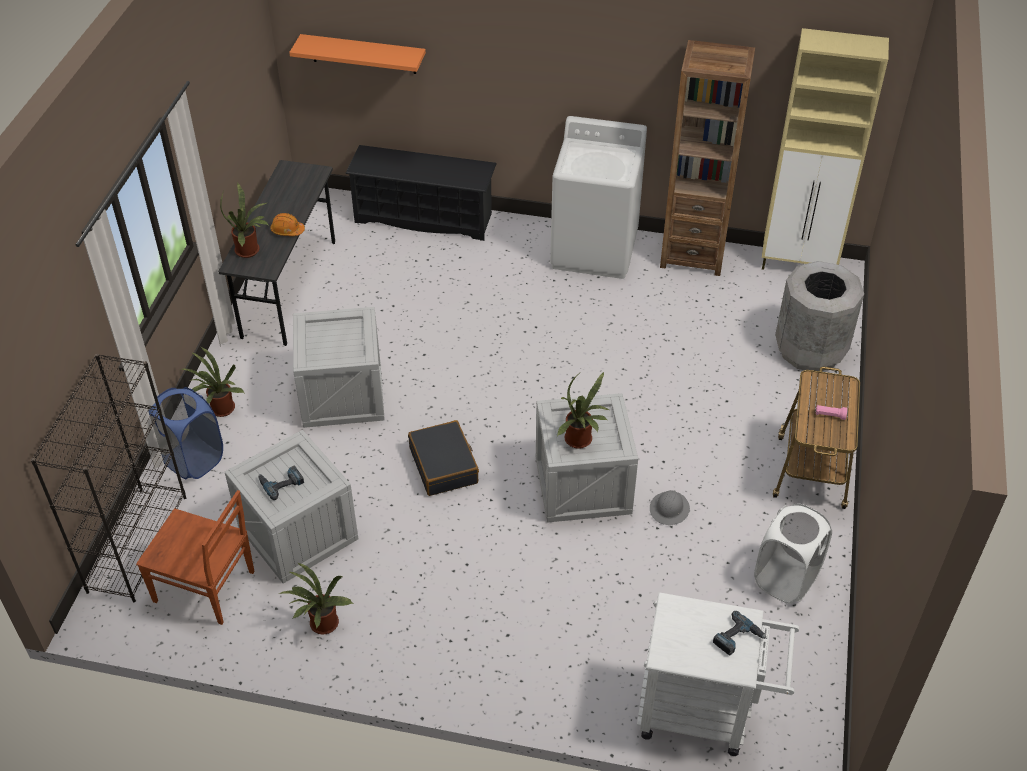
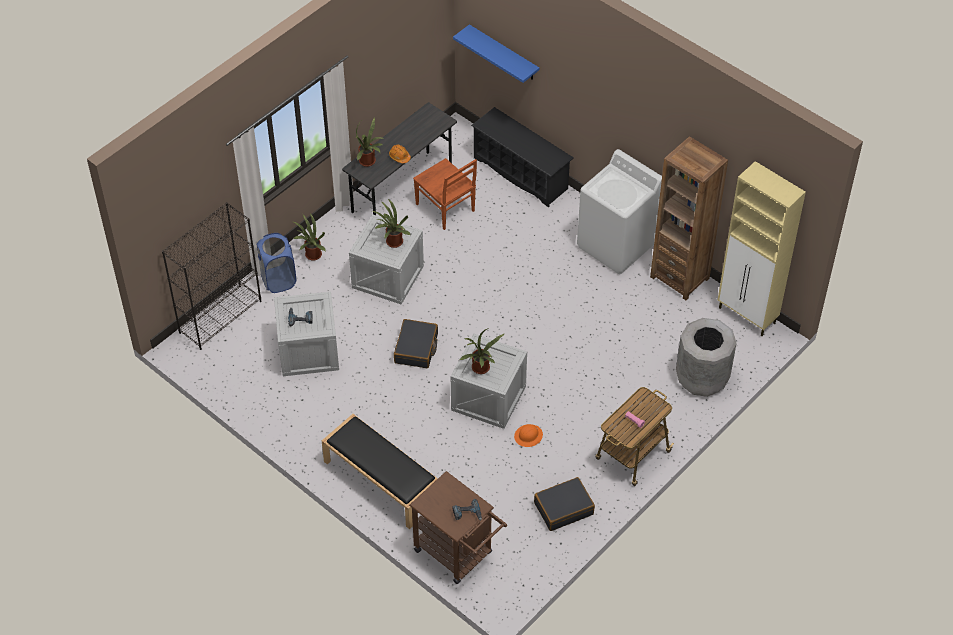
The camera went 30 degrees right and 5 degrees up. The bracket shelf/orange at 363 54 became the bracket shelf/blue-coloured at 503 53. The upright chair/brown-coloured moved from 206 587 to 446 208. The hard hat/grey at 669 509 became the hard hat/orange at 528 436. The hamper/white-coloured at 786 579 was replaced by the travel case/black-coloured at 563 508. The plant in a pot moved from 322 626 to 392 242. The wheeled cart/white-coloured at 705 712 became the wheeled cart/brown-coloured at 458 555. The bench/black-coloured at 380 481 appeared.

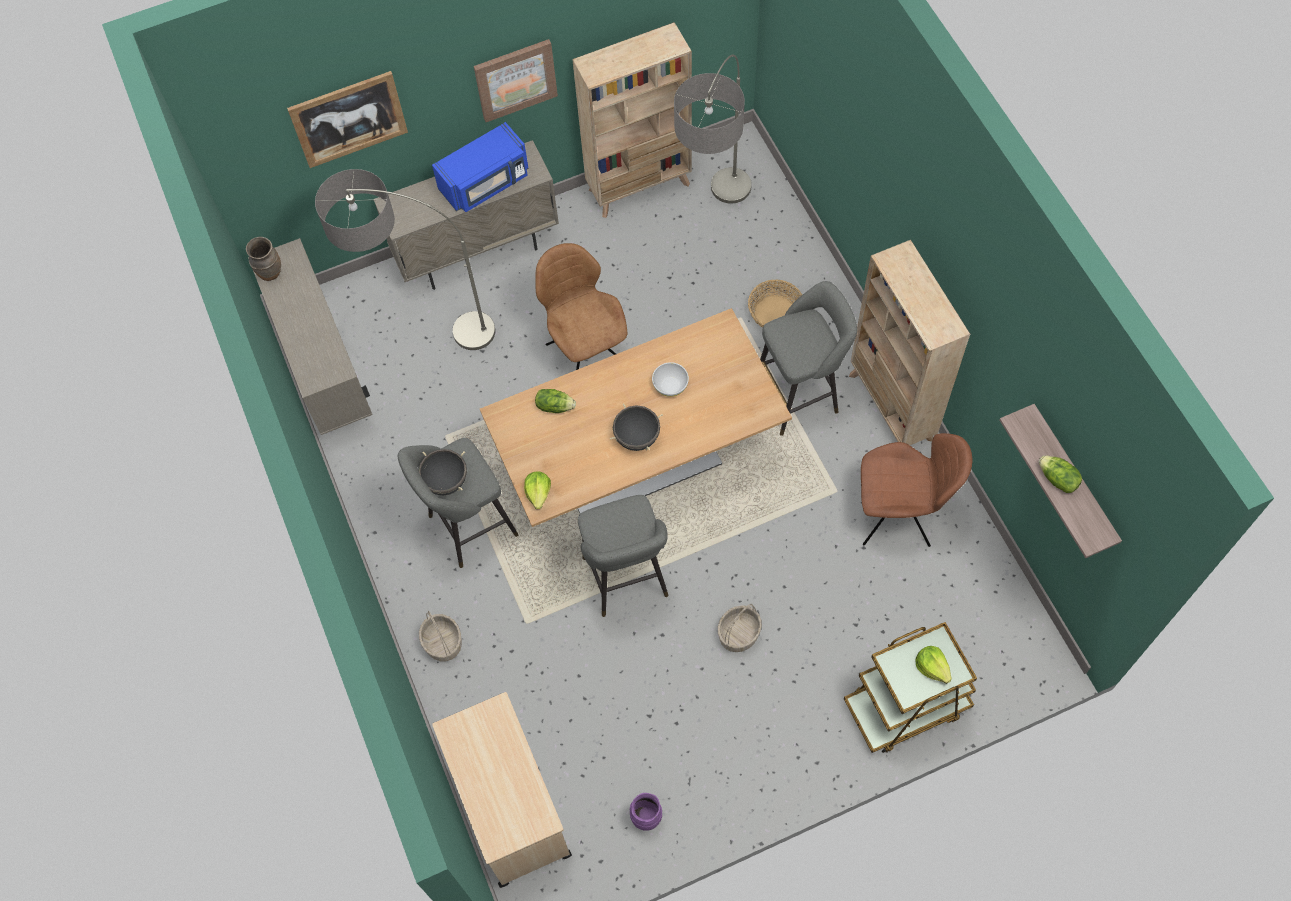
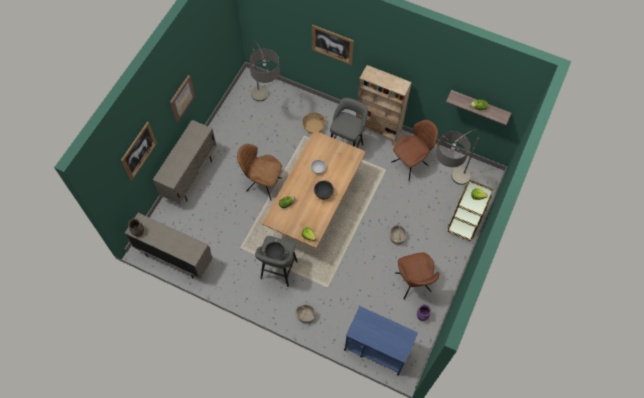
The camera went 45 degrees left and 0 degrees up. The shelving unit/beige-coloured at 640 187 disappeared. The kitchen microwave/blue-coloured at 486 183 disappeared. The standard lamp moved from 423 332 to 444 189. The sitting stool/grey at 627 581 disappeared. The wheeled cart/beige-coloured at 509 805 became the wheeled cart/blue-coloured at 377 348. The wall art at 332 44 appeared. The upright chair/brown-coloured at 413 283 appeared.

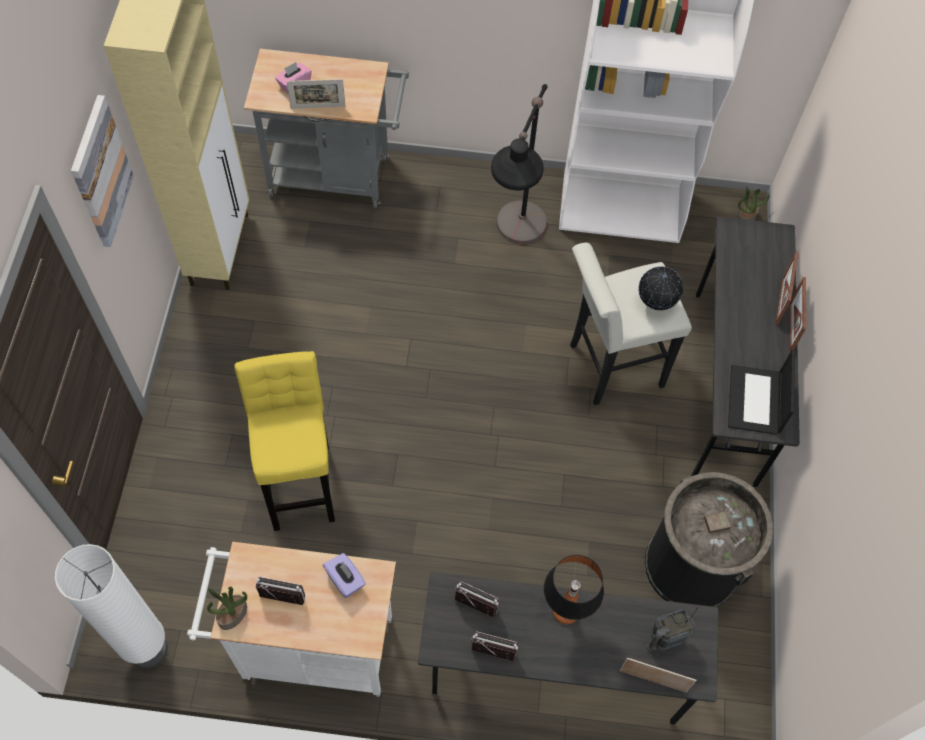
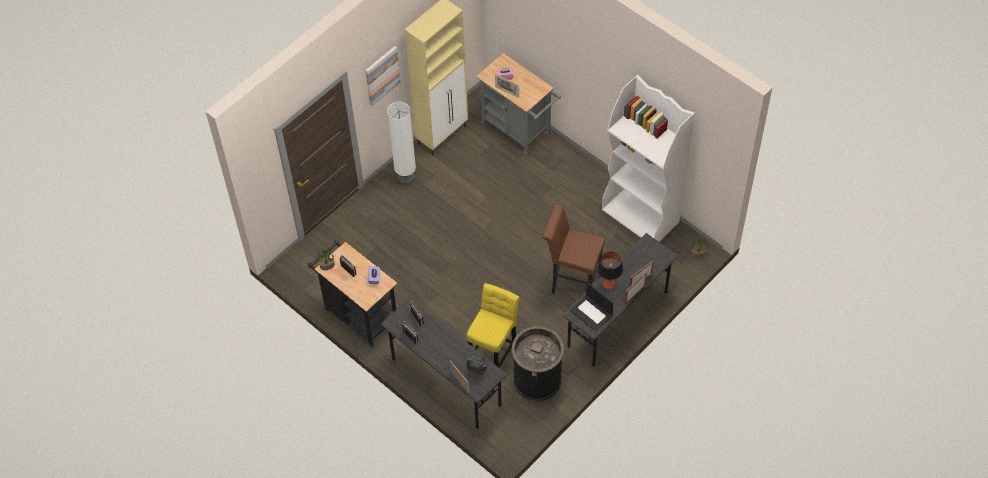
The camera went 40 degrees right and 5 degrees down. The standard lamp/black-coloured at 514 252 disappeared. The sitting stool/white-coloured at 609 367 became the sitting stool/brown-coloured at 572 281. The desk globe at 655 303 disappeared. The notebook computer at 755 401 turned 90 degrees counterclockwise. The sitting stool/yellow moved from 300 481 to 493 356. The wheeled cart/white-coloured at 309 647 became the wheeled cart/black-coloured at 358 314. The standard lamp/white-coloured moved from 148 649 to 406 178. The lamp for a table moved from 565 610 to 608 285.

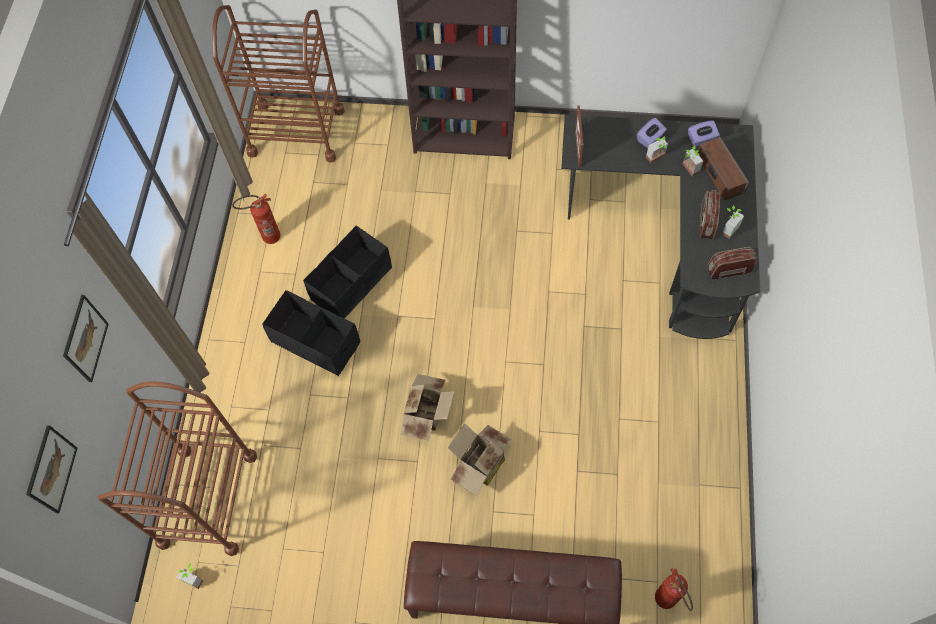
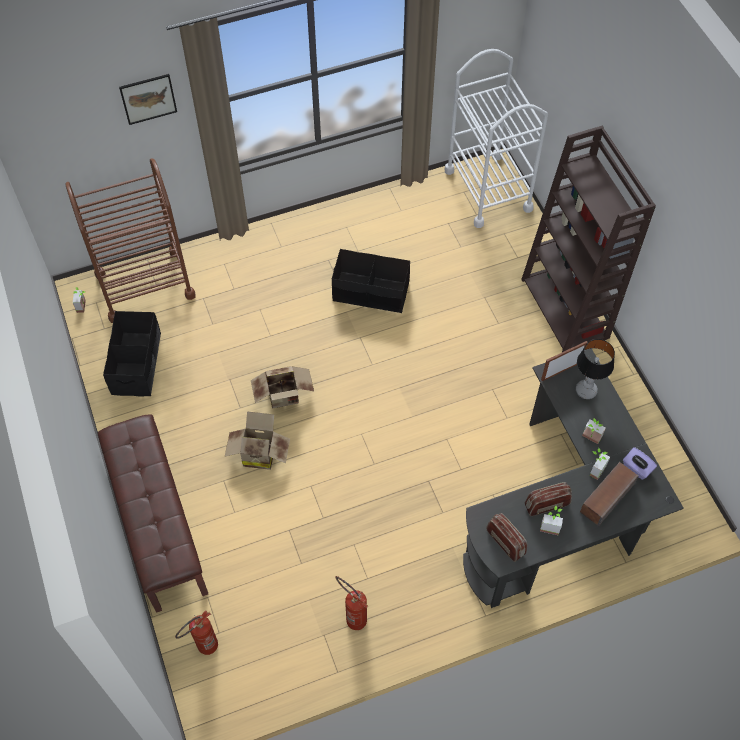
The camera went 60 degrees right and 5 degrees down. The wheeled cart/brown-coloured at 296 132 became the wheeled cart/white-coloured at 488 190. The box of tissues/purple at 650 139 disappeared. The fire-fighting cylinder moved from 267 238 to 352 617. The storage box/black-coloured moved from 316 341 to 137 364. The wall art at 51 469 disappeared. The lamp for a table at 586 391 appeared.

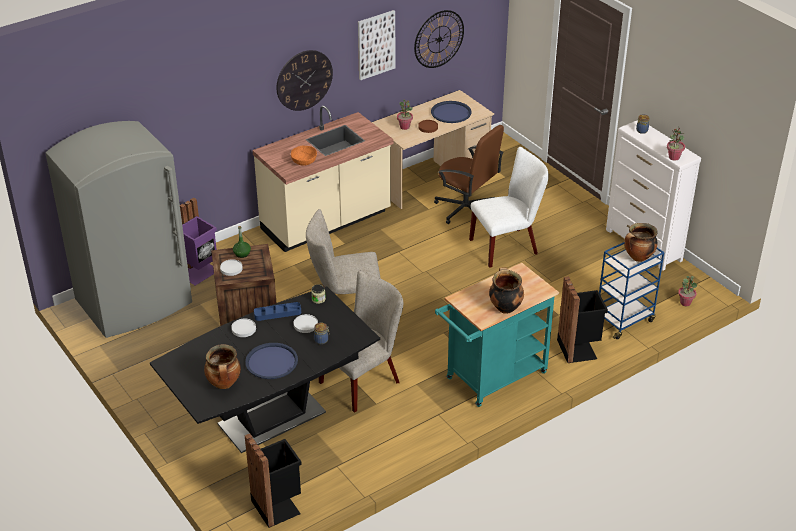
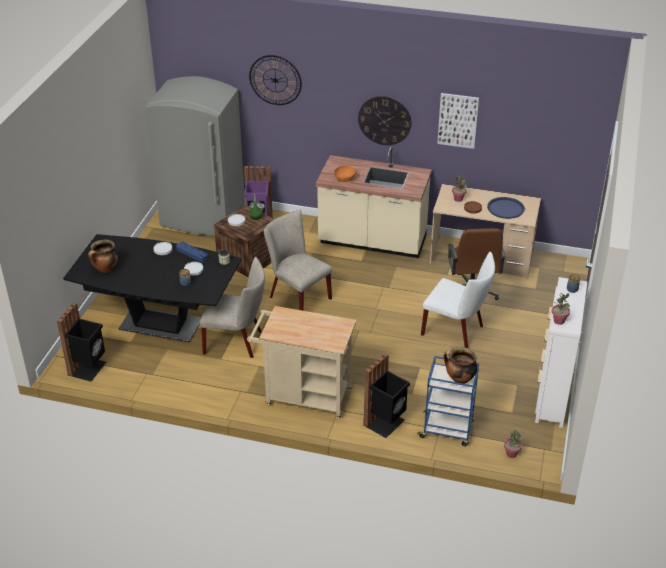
The camera went 50 degrees right and 0 degrees up. The wall clock moved from 439 39 to 275 80. The wheeled cart/turquoise at 491 379 became the wheeled cart/beige-coloured at 303 397. The cooking pot at 505 307 disappeared. The serving tray/blue-coloured at 271 362 disappeared.

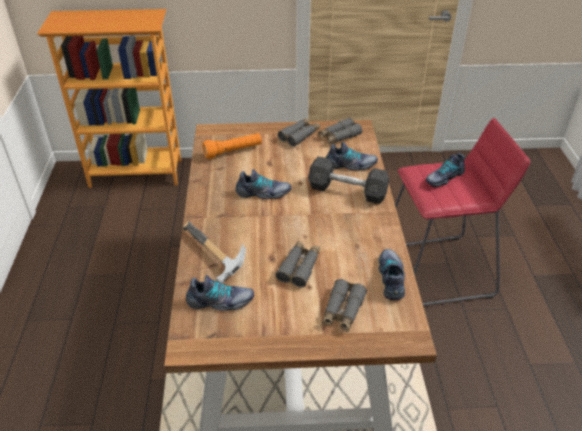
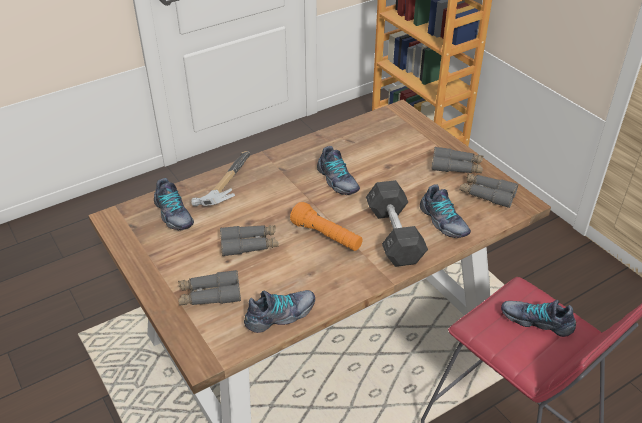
The camera went 60 degrees right and 0 degrees up. The flashlight/orange moved from 233 152 to 326 236.

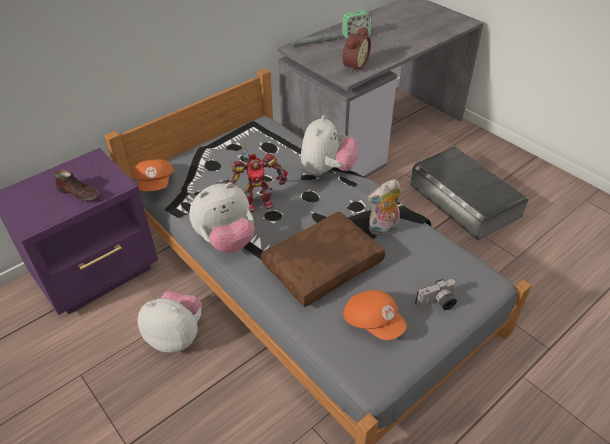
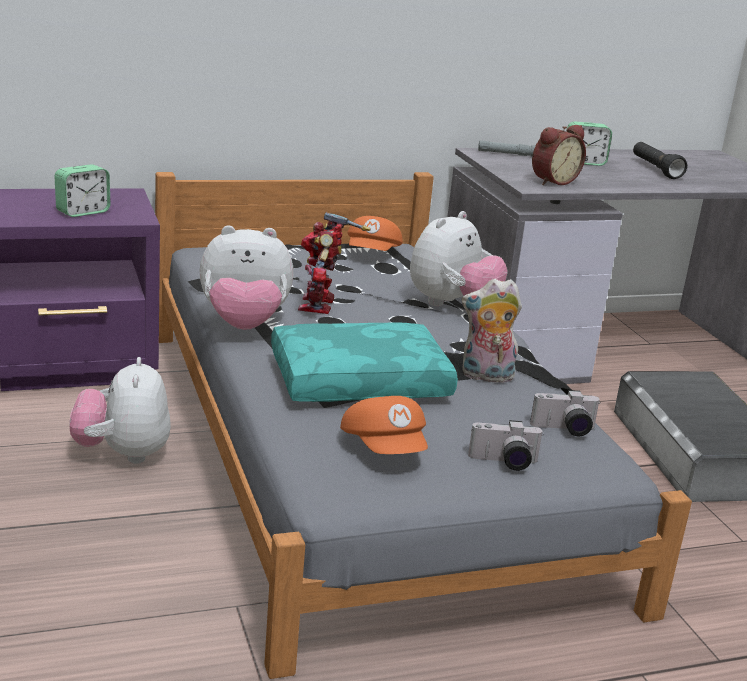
The camera went 20 degrees right and 20 degrees down. The model robot at 257 202 turned 90 degrees clockwise. The baseball cap/orange moved from 156 183 to 373 254. The shoe/brown-coloured at 80 193 was replaced by the bedside clock at 83 212. The throw pillow/brown-coloured at 322 264 became the throw pillow/turquoise at 360 380. The plush toy at 176 336 turned 135 degrees counterclockwise. The flashlight/black-coloured at 655 169 appeared. The still camera at 564 430 appeared.

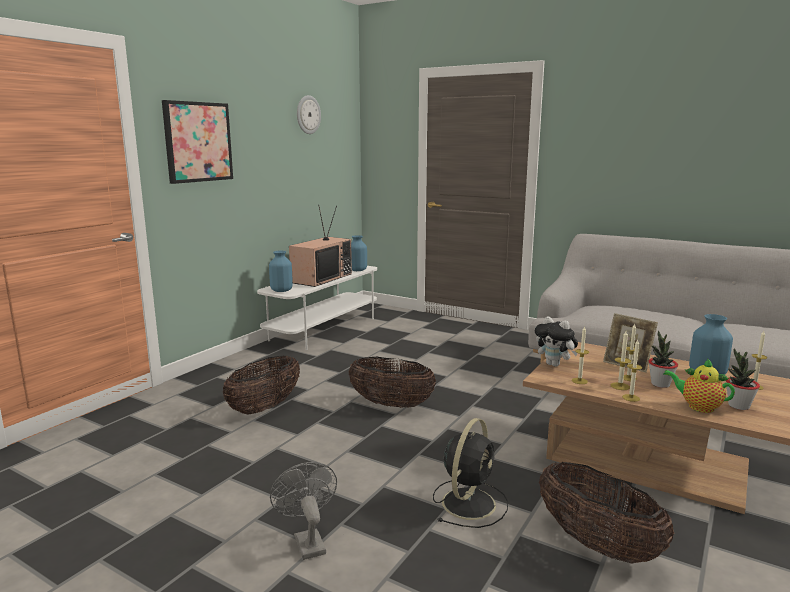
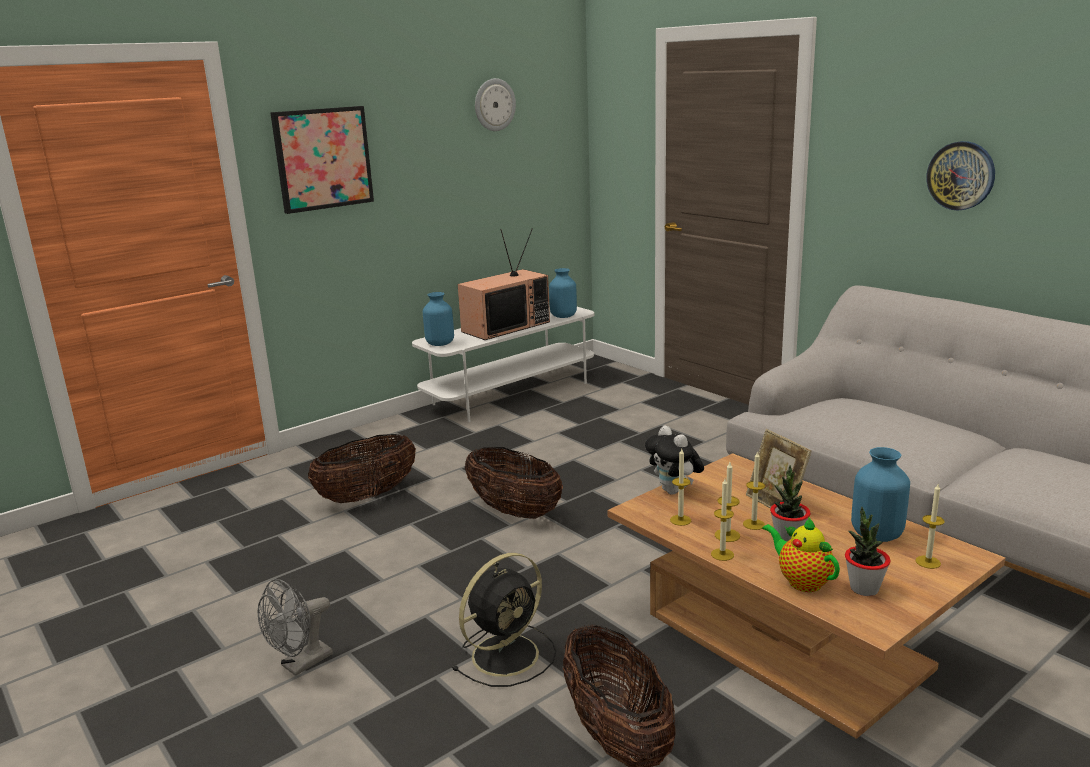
The camera went 20 degrees right and 5 degrees up. The cooling fan/grey at 307 541 turned 135 degrees counterclockwise. The wall clock at 961 175 appeared.

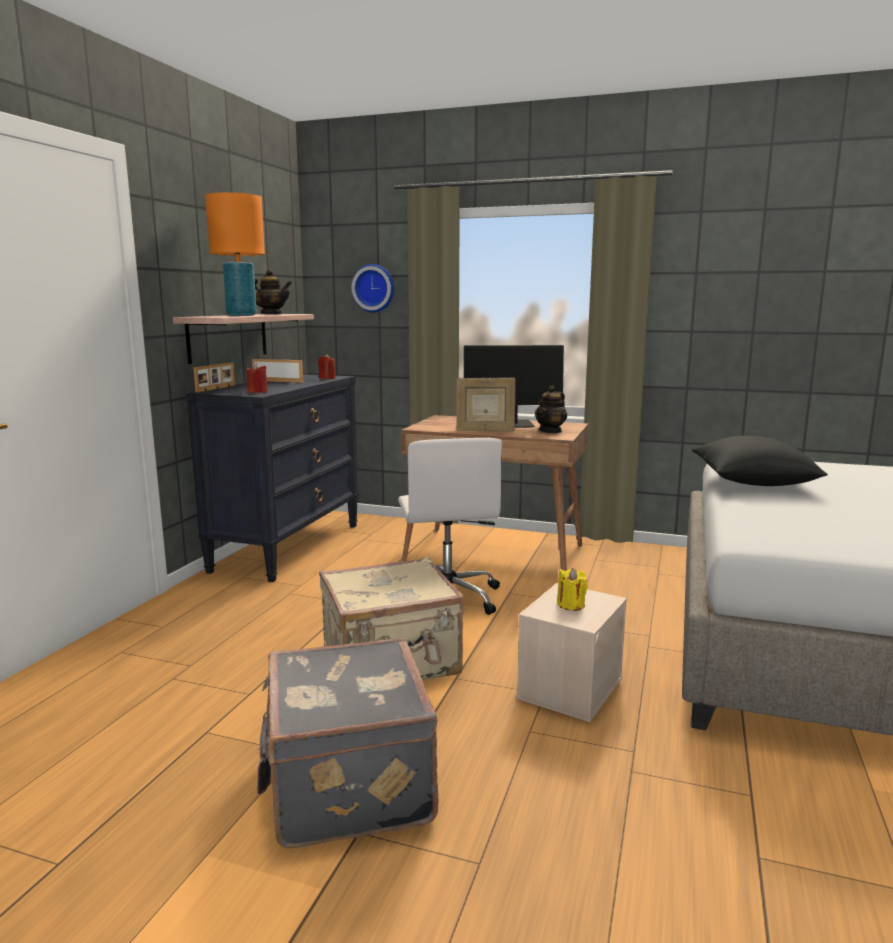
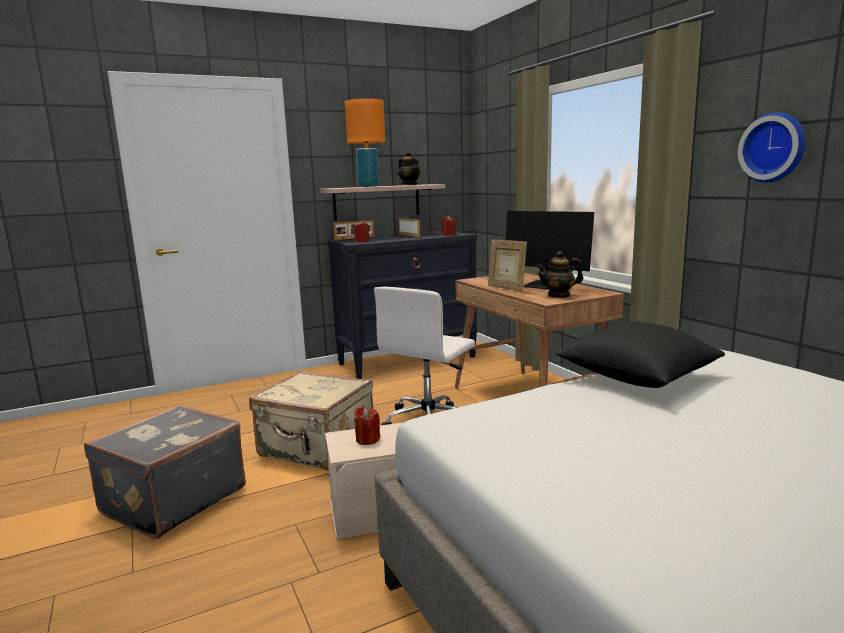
The camera went 45 degrees right and 0 degrees up. The wall clock moved from 374 288 to 774 147. The wax light/yellow at 571 605 became the wax light/reddish at 367 439.

